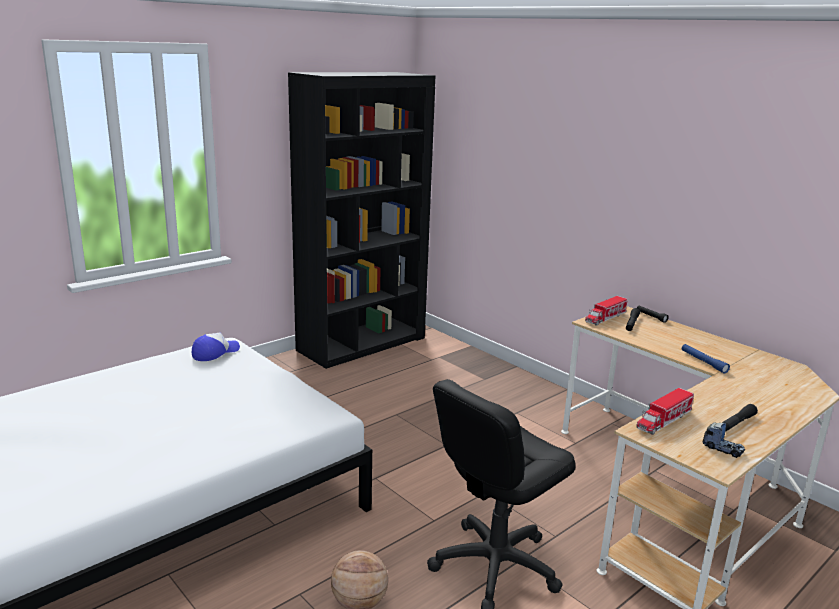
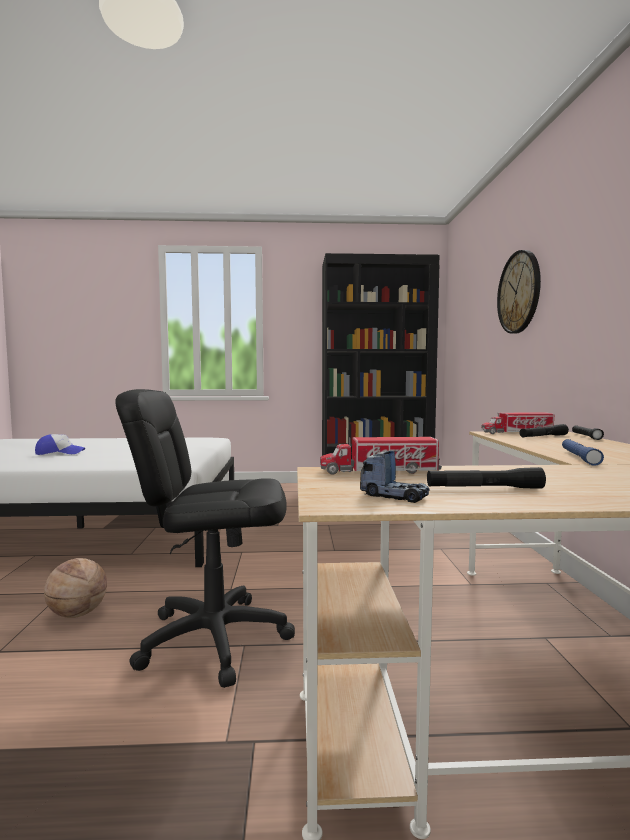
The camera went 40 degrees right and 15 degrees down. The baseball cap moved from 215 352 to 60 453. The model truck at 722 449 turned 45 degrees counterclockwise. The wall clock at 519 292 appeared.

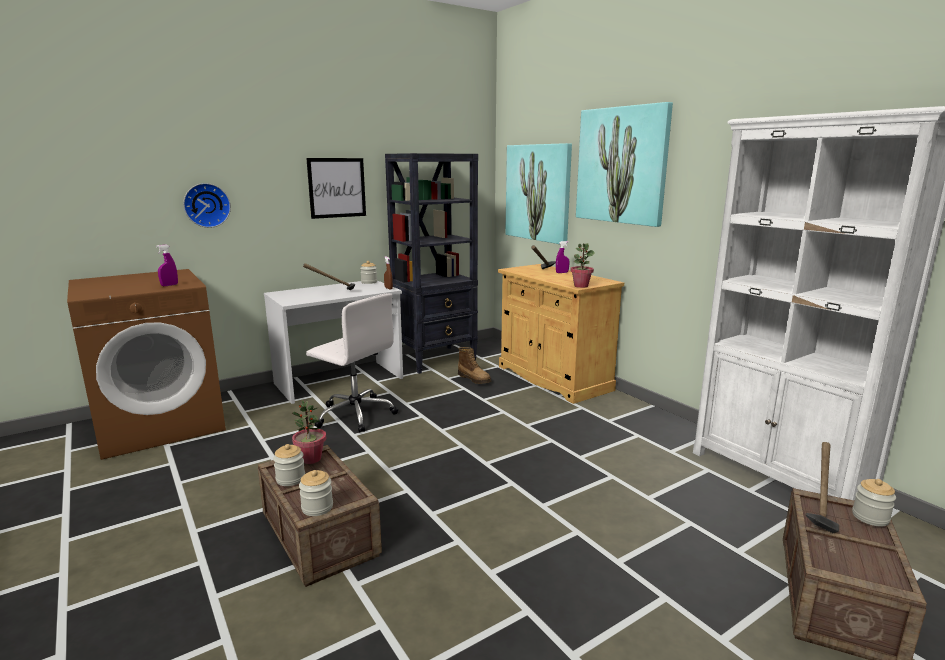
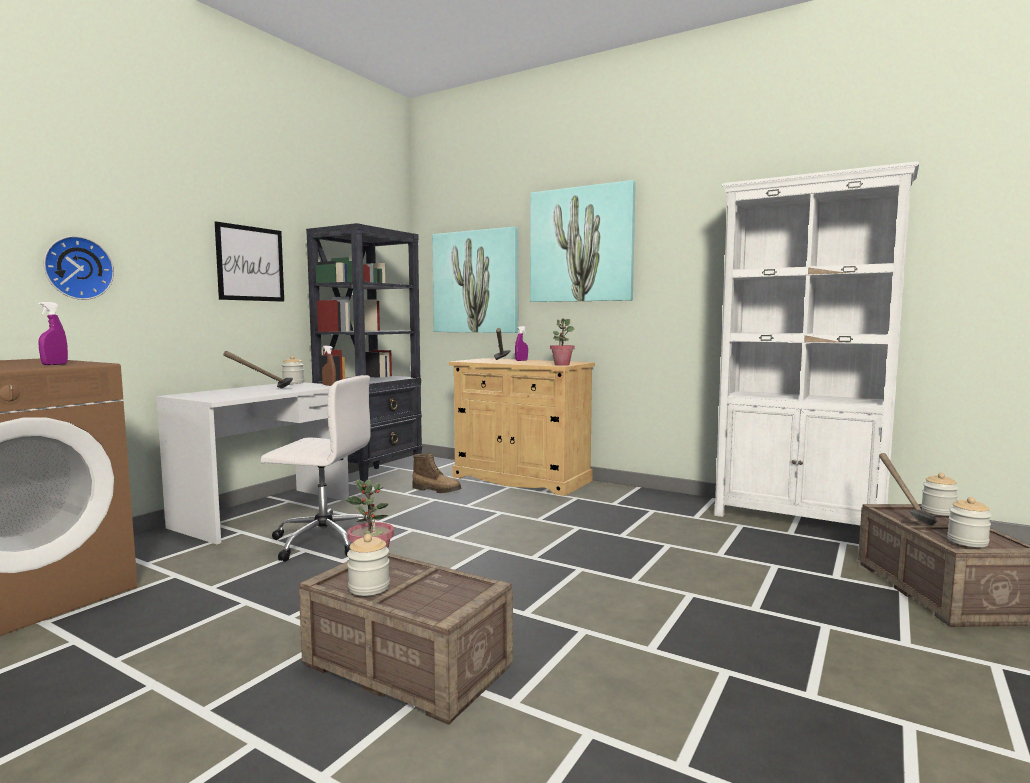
The camera went 25 degrees left and 10 degrees down. The storage jar moved from 317 507 to 967 541.

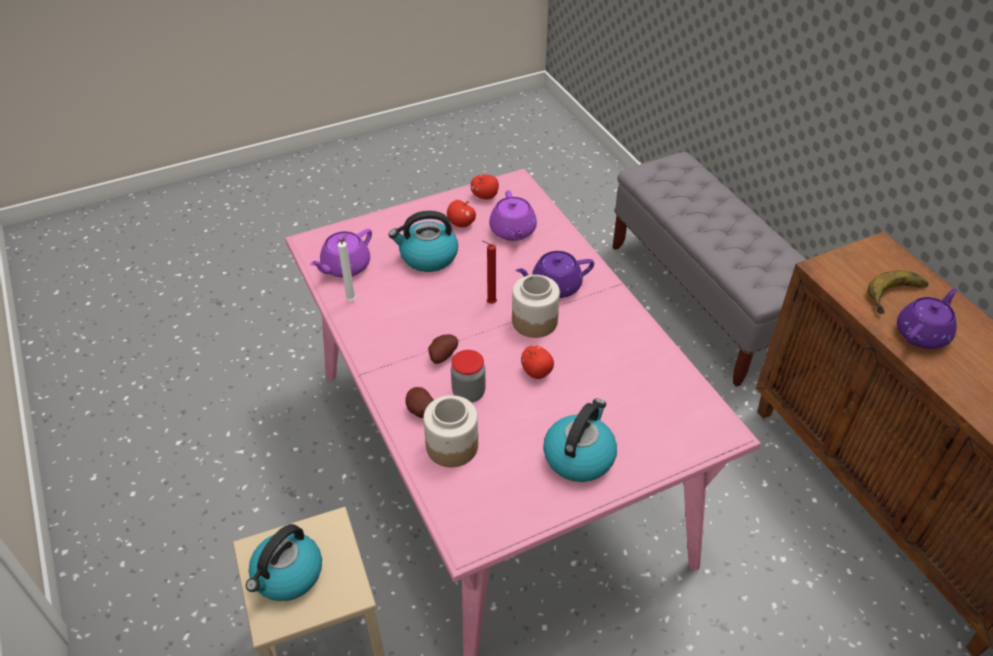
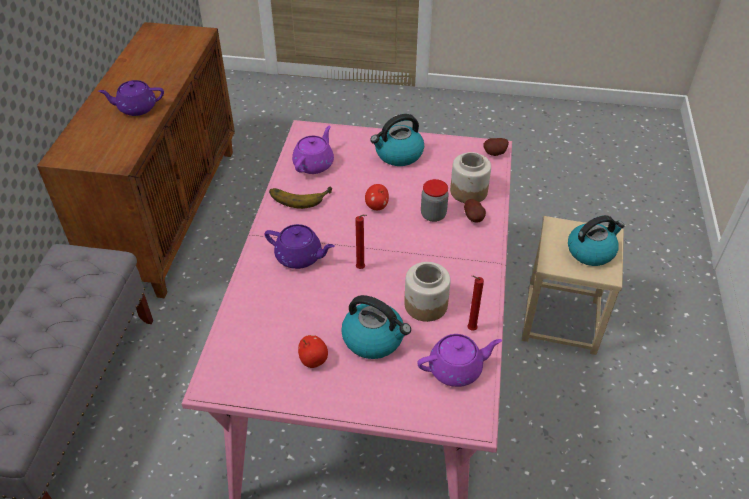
The camera went 145 degrees left and 0 degrees up. The apple fruit at 485 196 disappeared. The teapot/purple moved from 513 231 to 314 164. The wax light/white-coloured at 352 300 became the wax light/reddish at 470 329. The whole banana moved from 899 298 to 299 195. The storage jar moved from 534 321 to 425 305. The potato moved from 441 356 to 495 154.

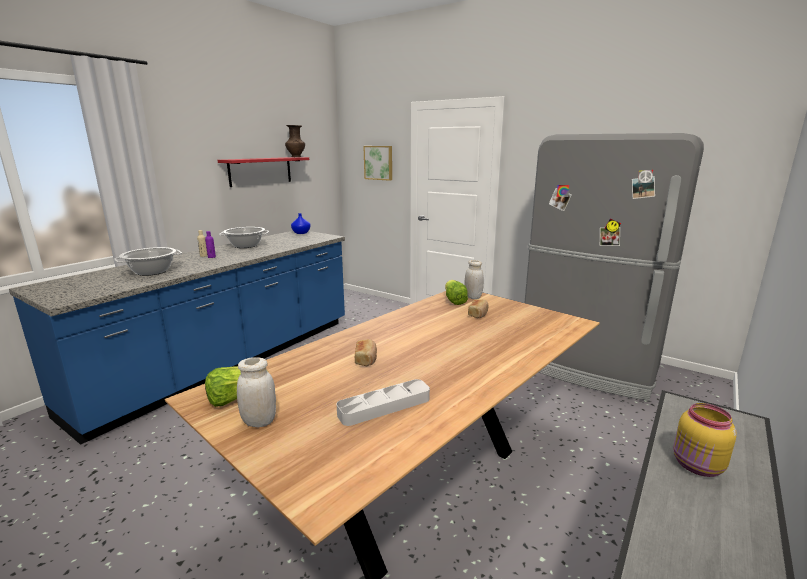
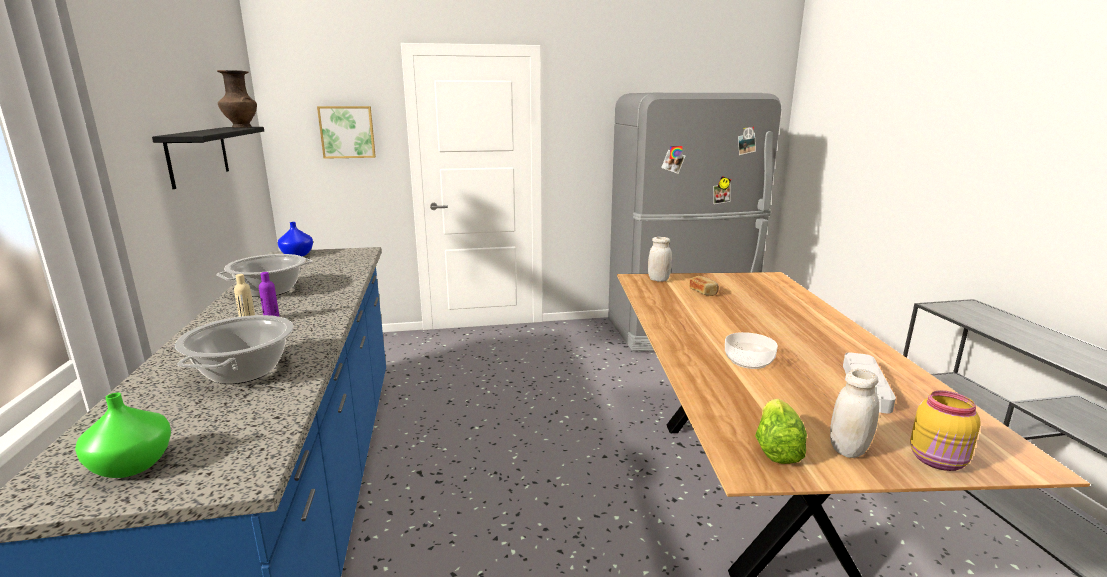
The camera went 45 degrees left and 0 degrees up. The bracket shelf/reddish at 260 171 became the bracket shelf/black-coloured at 198 155. The lettuce head at 454 301 disappeared. The bread at 366 359 was replaced by the serving bowl at 749 361. The storage jar/yellow moved from 697 467 to 938 461. The flower vase/green at 133 464 appeared.

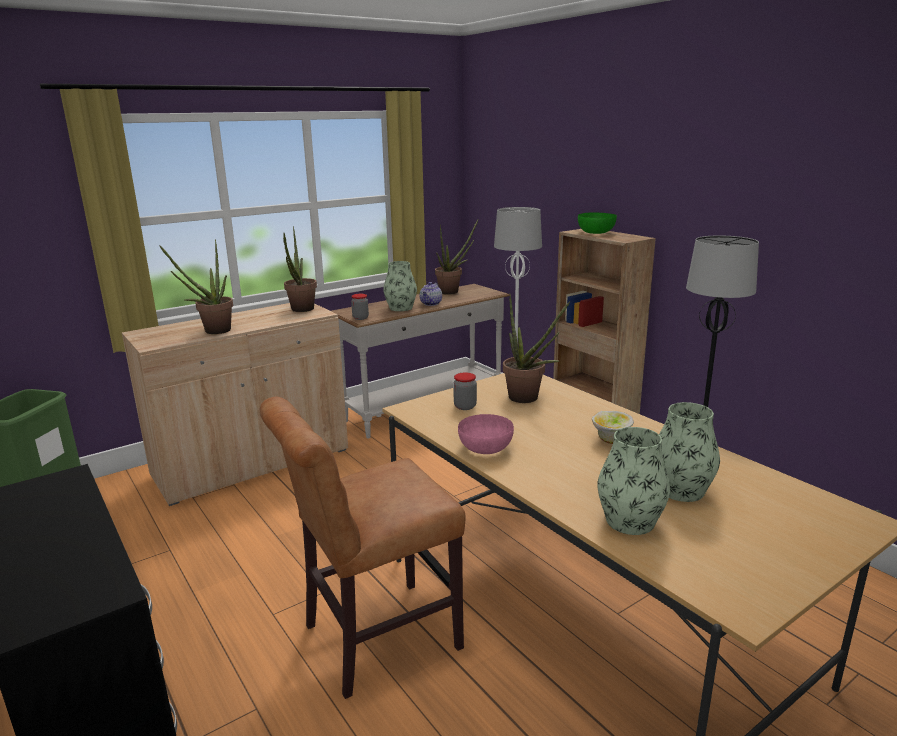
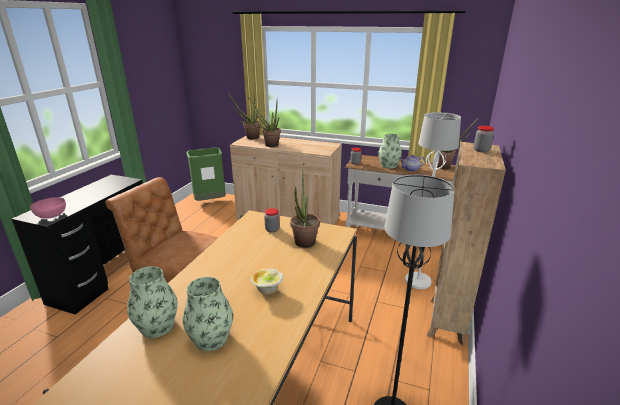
The camera went 55 degrees right and 5 degrees up. The serving bowl/green at 596 232 was replaced by the storage jar at 481 150. The plant in a pot moved from 301 310 to 250 138. The serving bowl/pink-coloured moved from 486 448 to 51 215.

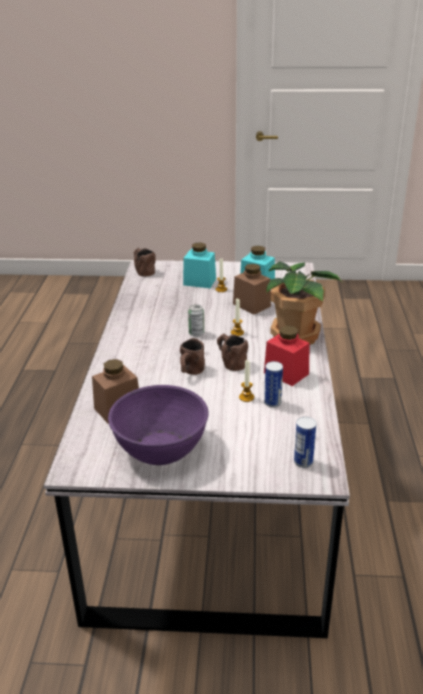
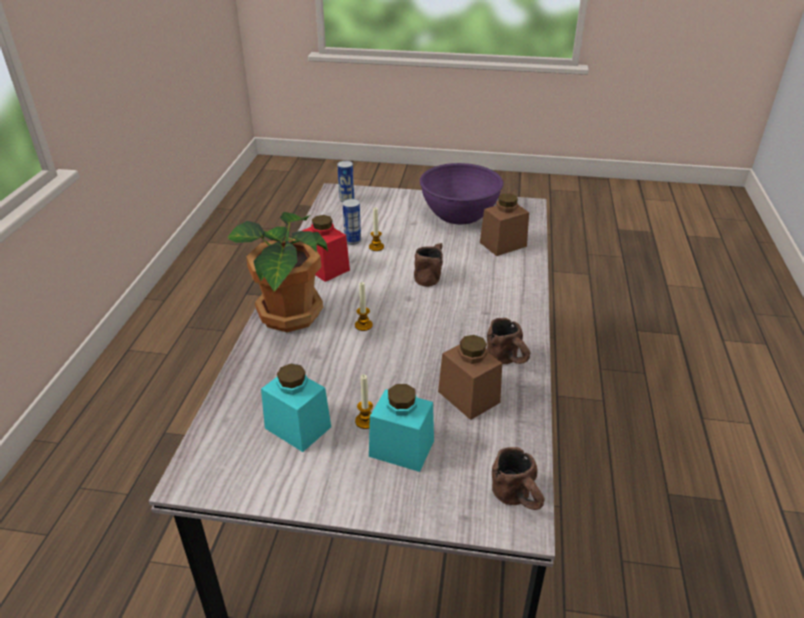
The camera went 175 degrees left and 5 degrees up. The storage jar/brown-coloured moved from 251 305 to 468 397. The can at 196 333 disappeared. The coffee mug/brown-coloured moved from 230 362 to 508 361.

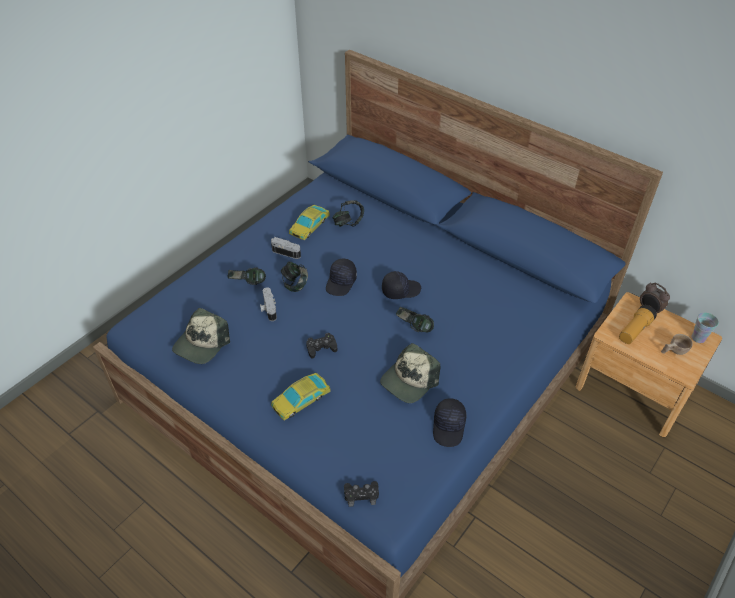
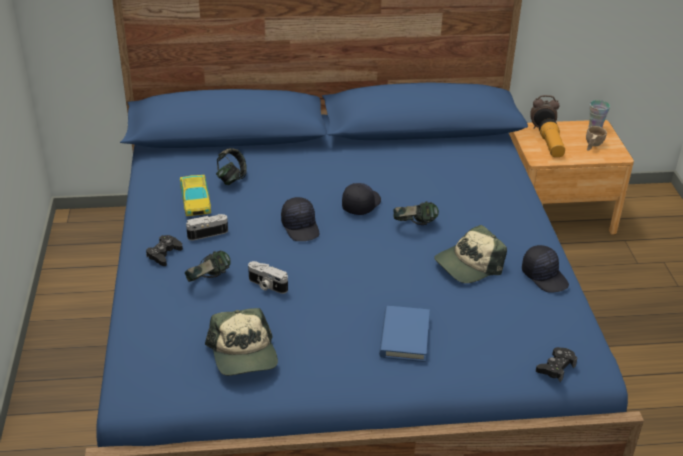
The camera went 45 degrees left and 10 degrees down. The headset at 295 284 disappeared. The gamepad/black-coloured moved from 321 348 to 164 254. The baseball cap at 409 380 turned 60 degrees clockwise. The model car at 301 399 was replaced by the bound book/blue-coloured at 404 336.

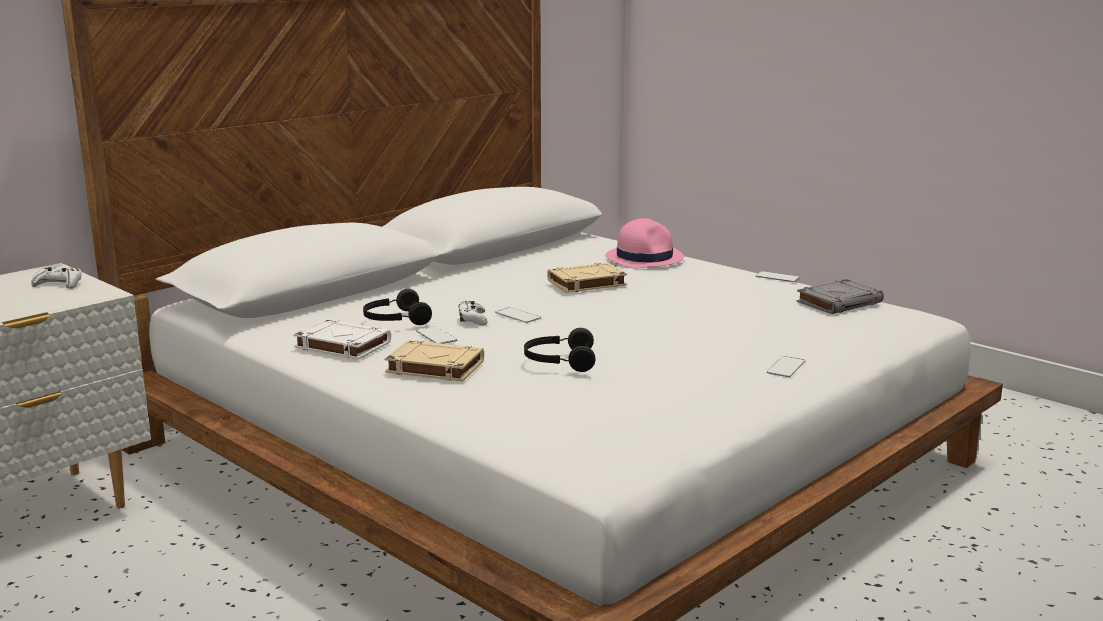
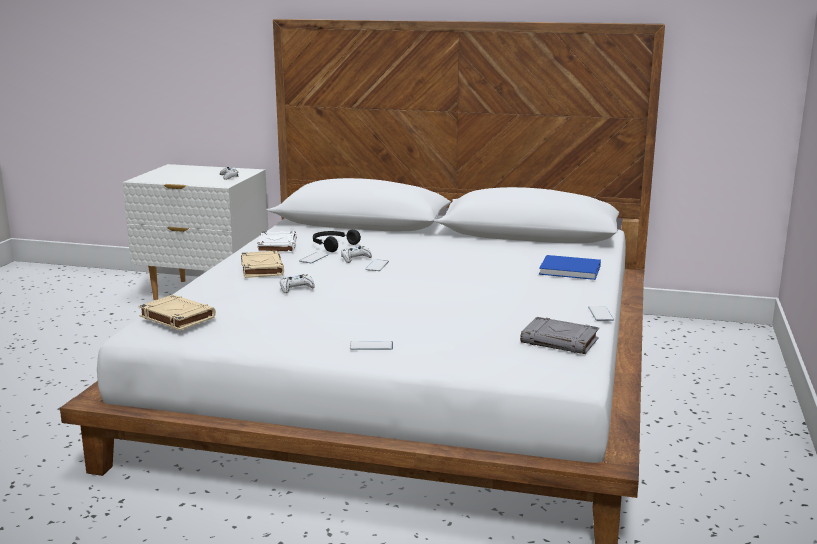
The camera went 60 degrees right and 0 degrees up. The clothing hat/pink-coloured at 644 258 was replaced by the bound book/blue-coloured at 572 270. The bound book/beige-coloured moved from 586 283 to 176 317. The headset/black-coloured at 559 361 was replaced by the gamepad/white-coloured at 296 288.

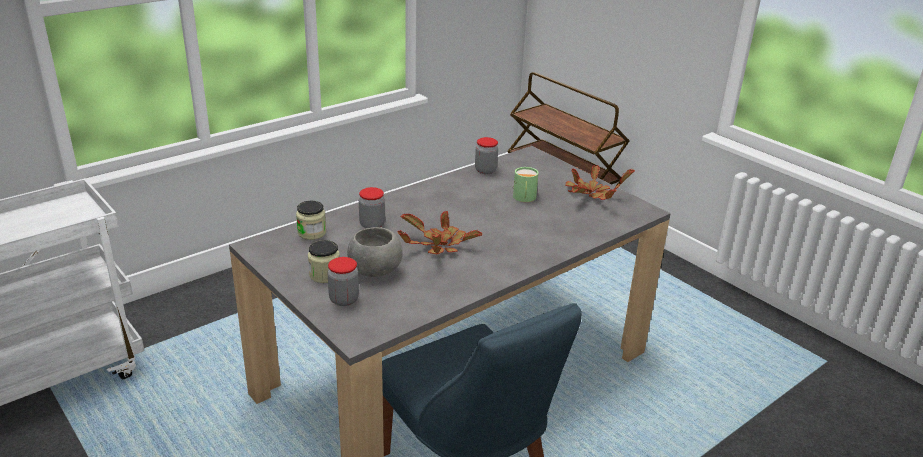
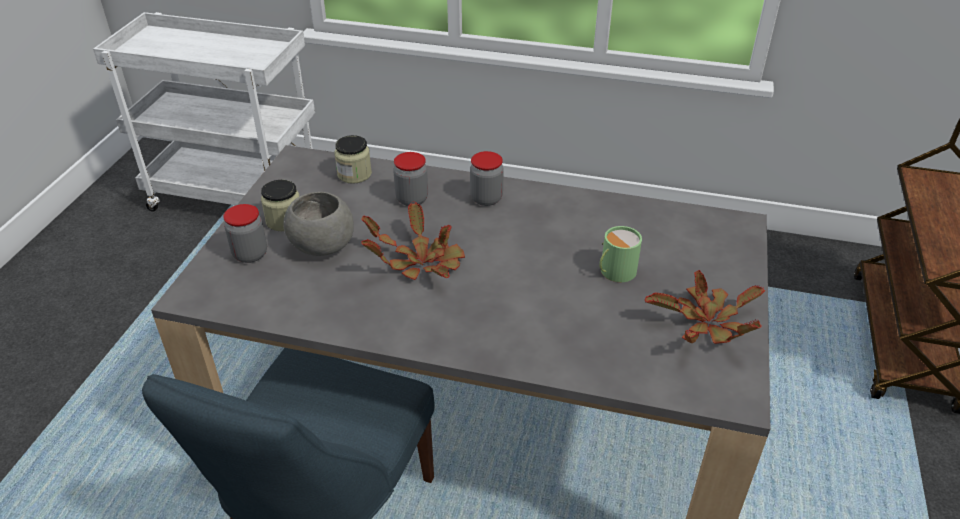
The camera went 55 degrees right and 10 degrees up. The storage jar moved from 485 170 to 486 198.

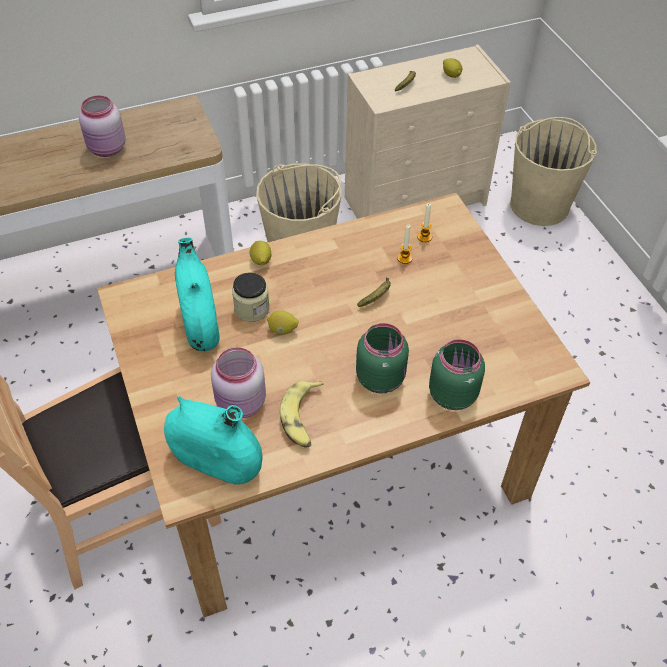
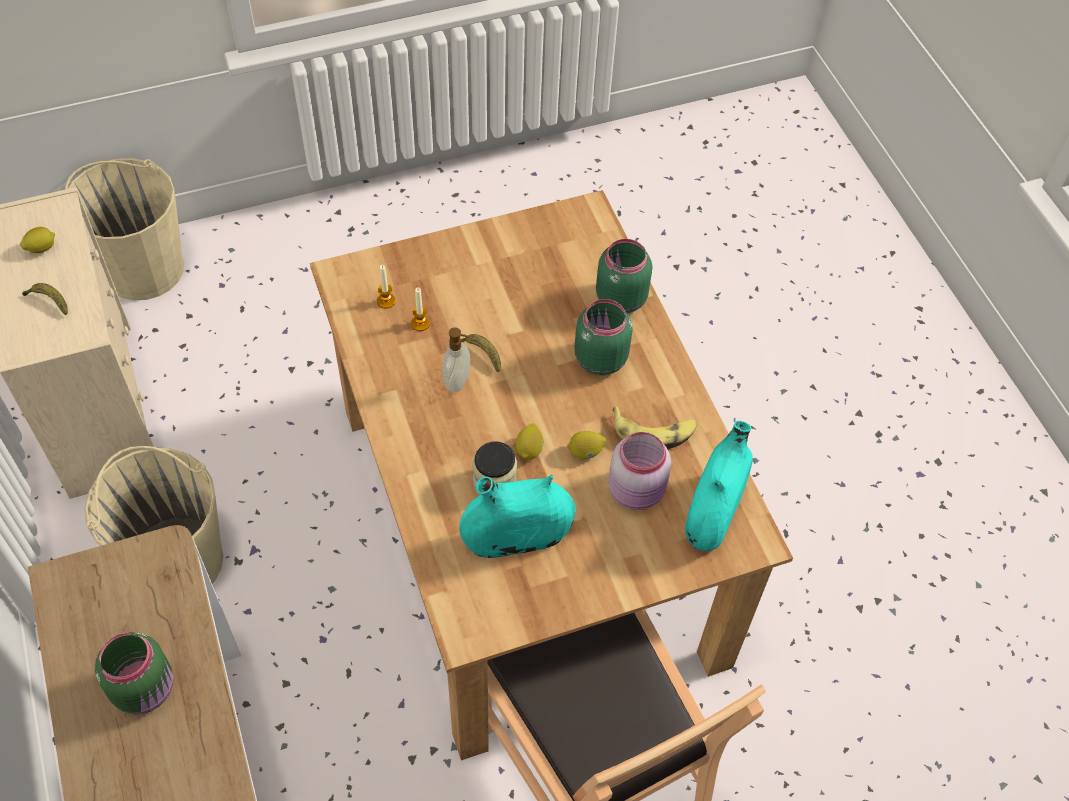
The camera went 90 degrees left and 5 degrees up. The storage jar/pink-coloured at 107 149 became the storage jar/green at 146 688. The citrus fruit moved from 261 261 to 585 452. The liquid soap bottle at 458 381 appeared.

